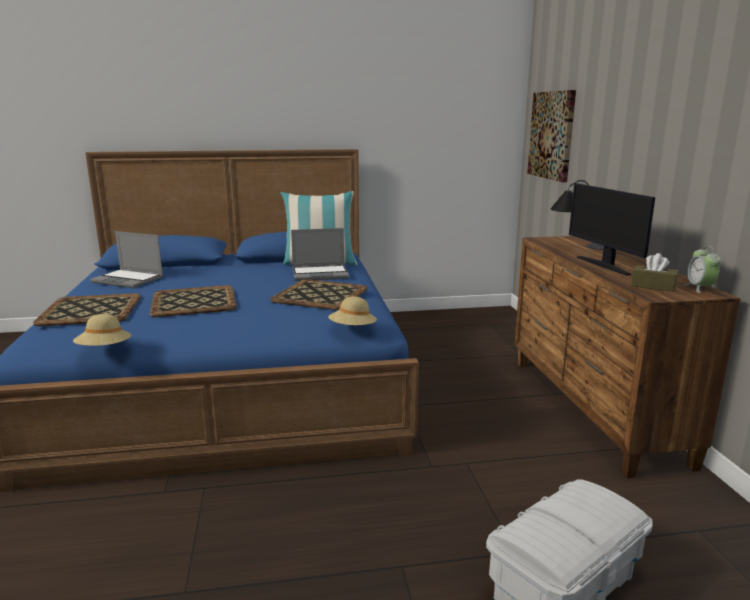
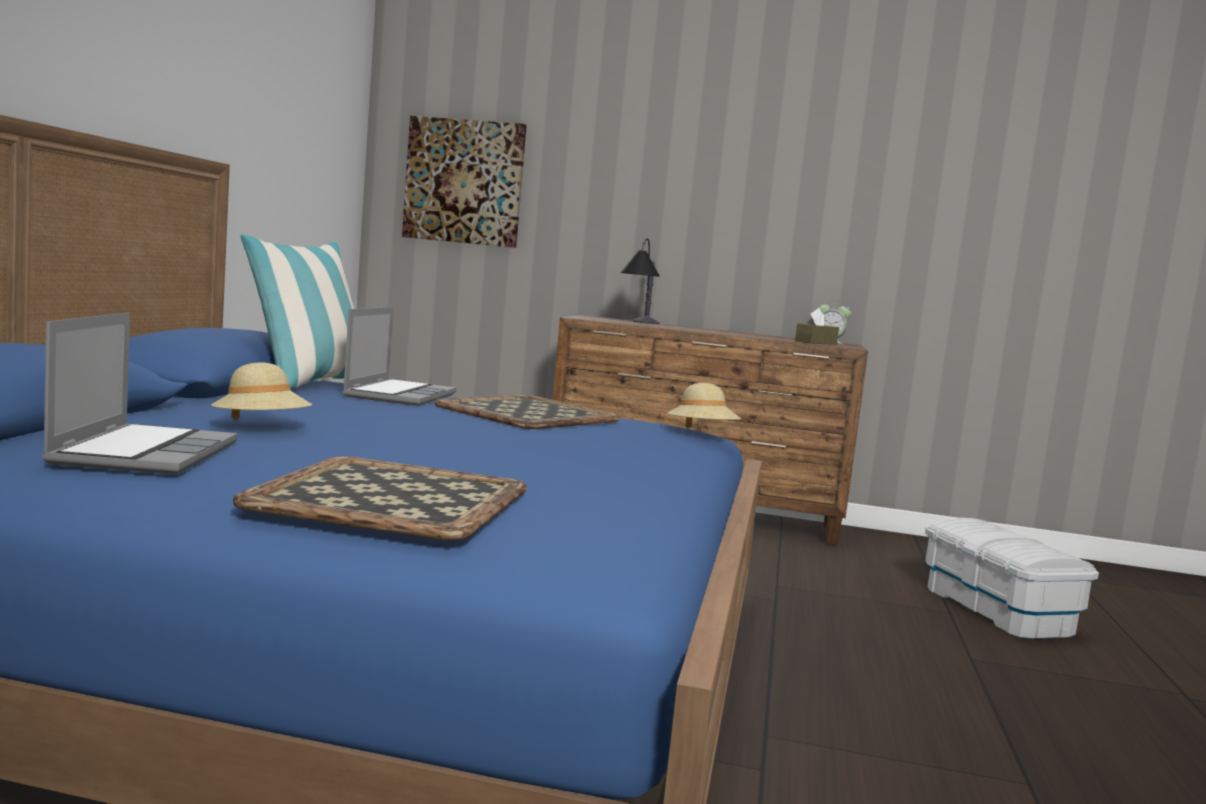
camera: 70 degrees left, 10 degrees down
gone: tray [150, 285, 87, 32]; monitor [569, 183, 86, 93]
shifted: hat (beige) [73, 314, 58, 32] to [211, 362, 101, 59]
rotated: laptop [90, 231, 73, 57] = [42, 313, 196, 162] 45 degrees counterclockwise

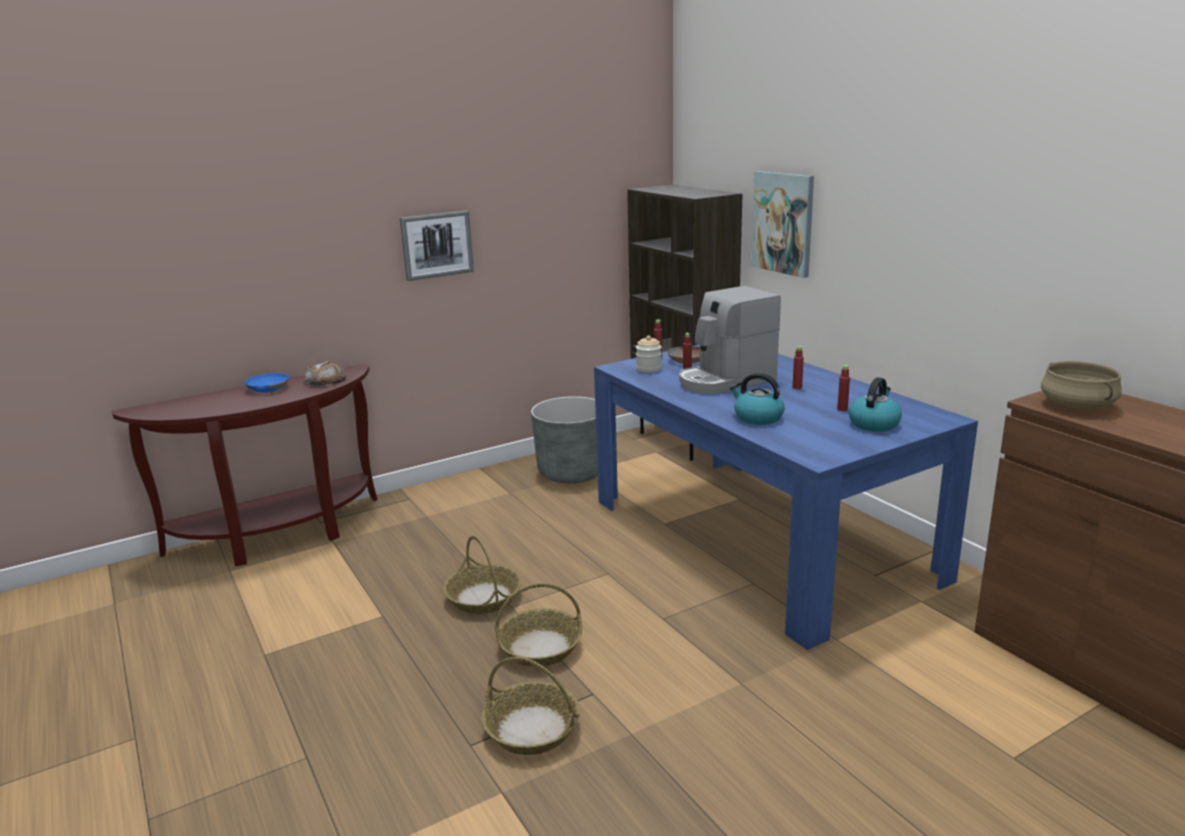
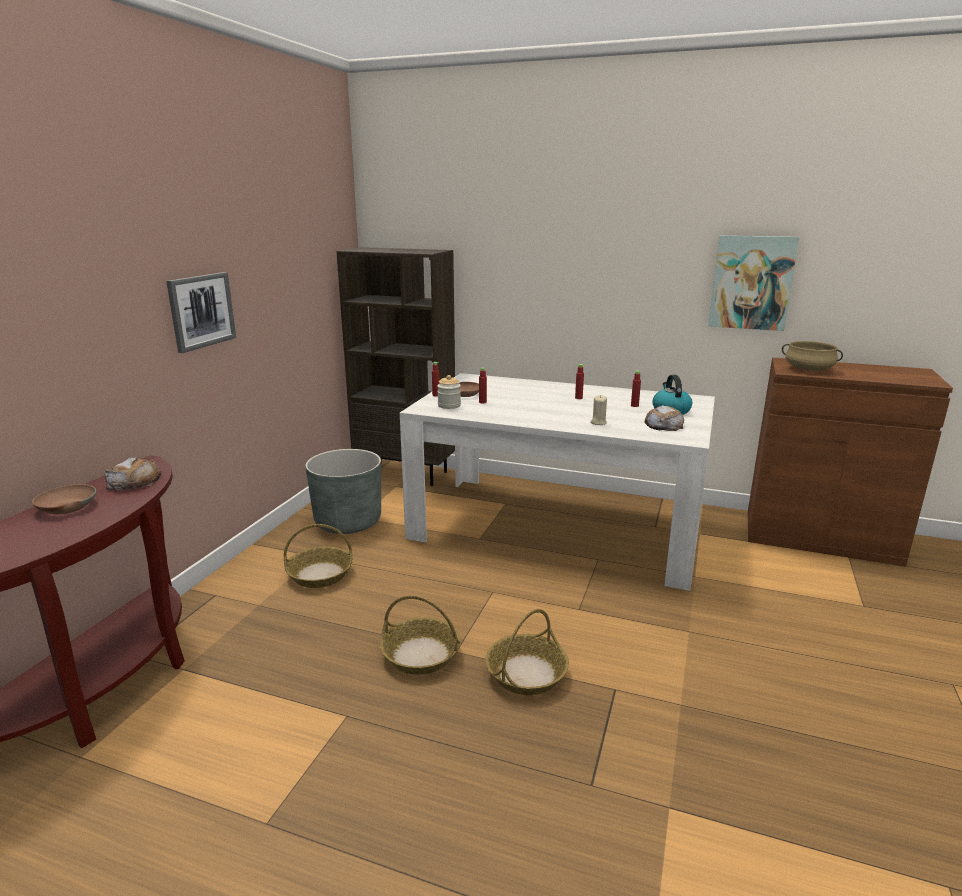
camera: 40 degrees left, 0 degrees up
gone: coffee machine [679, 286, 102, 108]
new: bread [645, 405, 39, 26]
shifted: basket [482, 657, 98, 98] to [284, 524, 69, 64]; picture [751, 171, 63, 107] to [708, 235, 91, 96]
swapped: kettle [730, 373, 54, 52] to candle (beige) [590, 395, 17, 30]
repainted: bowl (blue) [245, 373, 44, 20] to bowl (brown) [32, 484, 65, 30]; dining table (blue) [594, 345, 384, 305] to dining table (white) [400, 373, 315, 218]

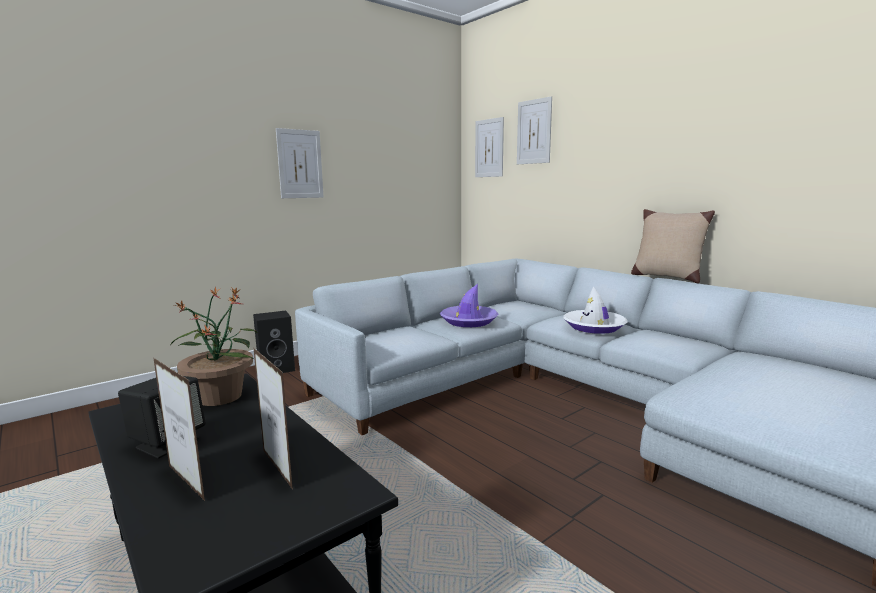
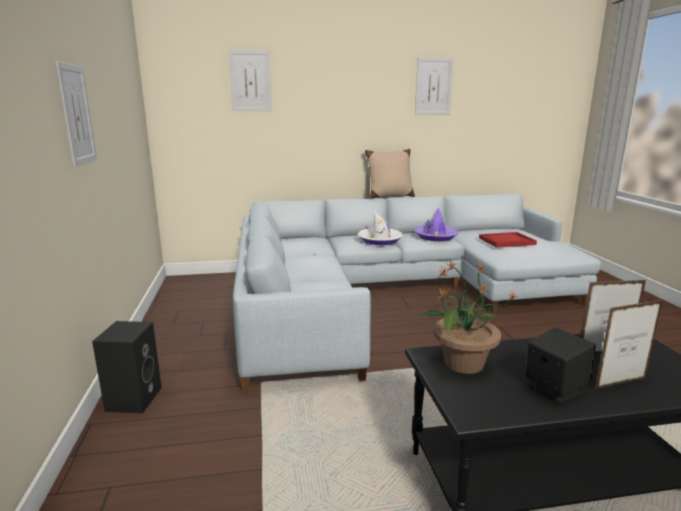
camera: 60 degrees left, 5 degrees up
new: tray (red) [479, 232, 58, 16]
shifted: hat (purple) [440, 284, 58, 43] to [414, 208, 45, 33]; picture [475, 117, 29, 60] to [415, 57, 39, 58]

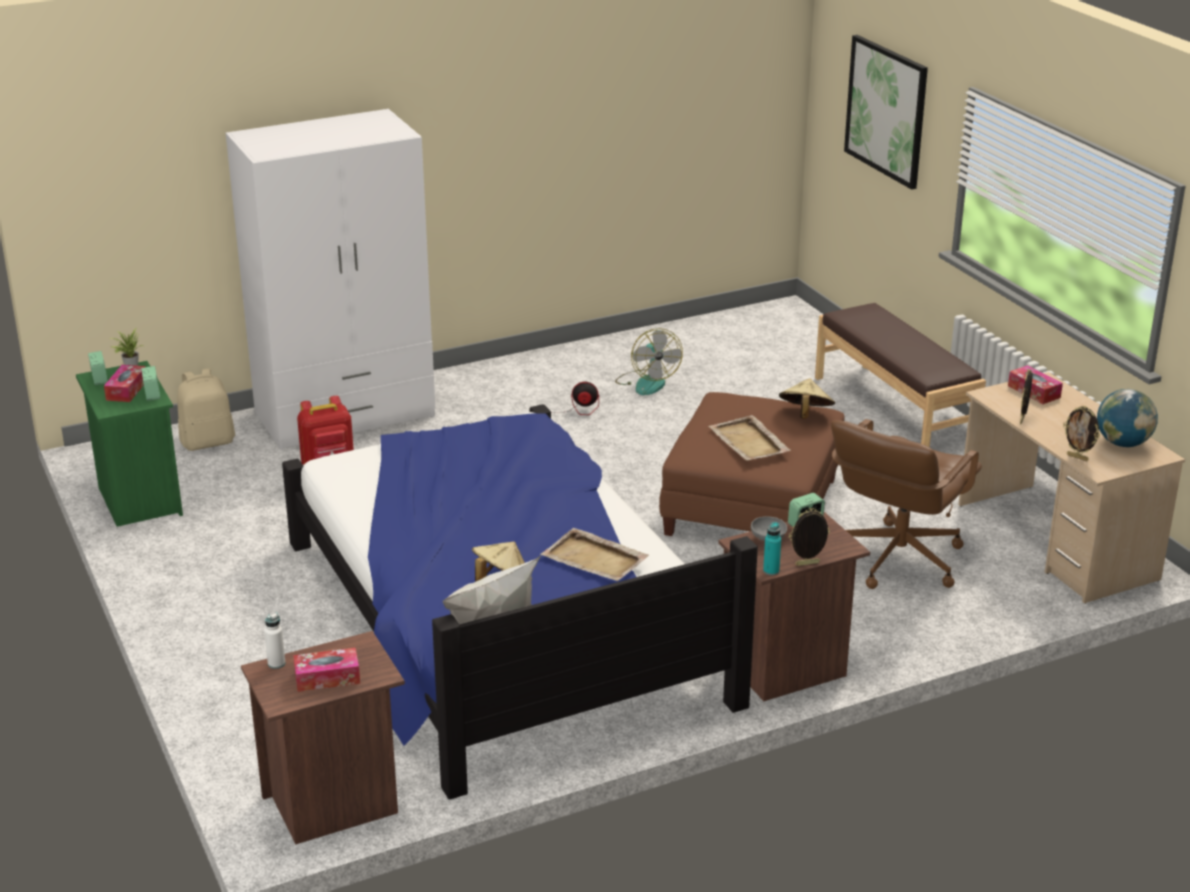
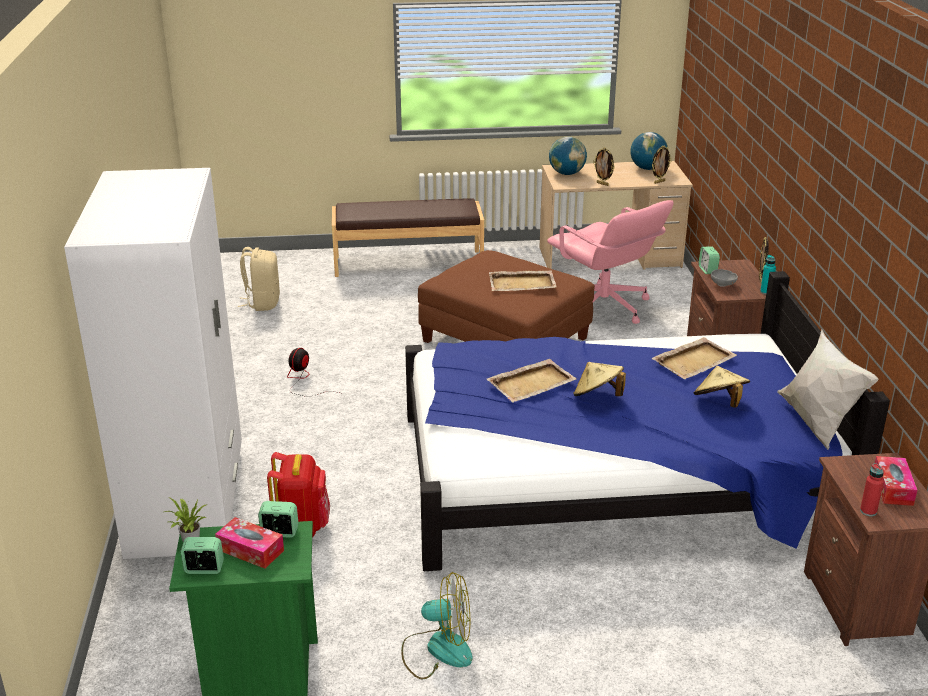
camera: 70 degrees left, 0 degrees up
gone: picture [844, 35, 84, 155]
new: tray (beige) [487, 359, 90, 43]
shifted: backpack (beige) [177, 368, 58, 83] to [238, 247, 42, 64]; fan [615, 328, 68, 67] to [401, 572, 72, 107]; hat (beige) [779, 378, 56, 41] to [574, 362, 52, 34]
swapped: tissue box [1008, 365, 55, 39] to globe [549, 137, 38, 38]
repainted: bottle (white) [264, 612, 22, 57] to bottle (red) [860, 463, 24, 53]; office chair (brown) [831, 419, 151, 170] to office chair (pink) [547, 200, 127, 124]

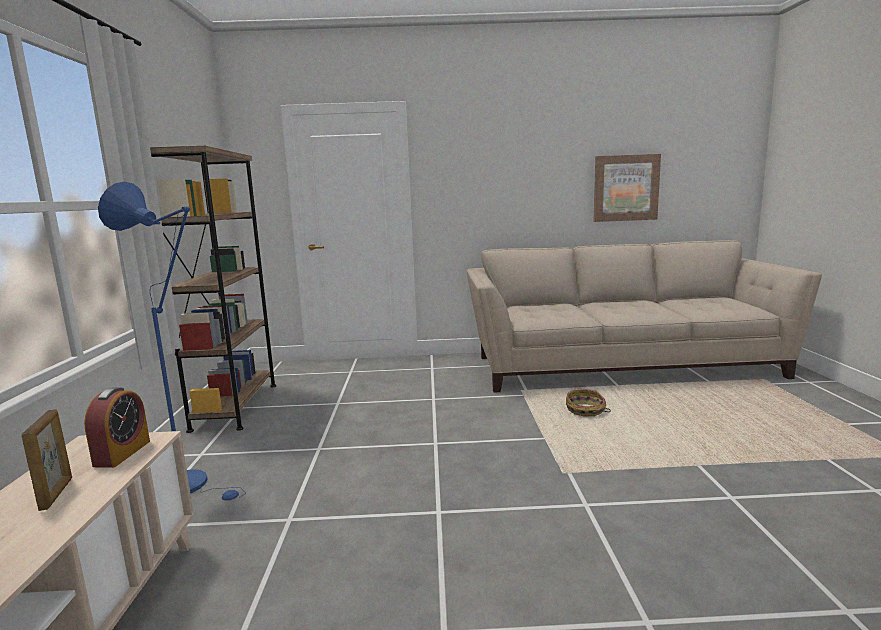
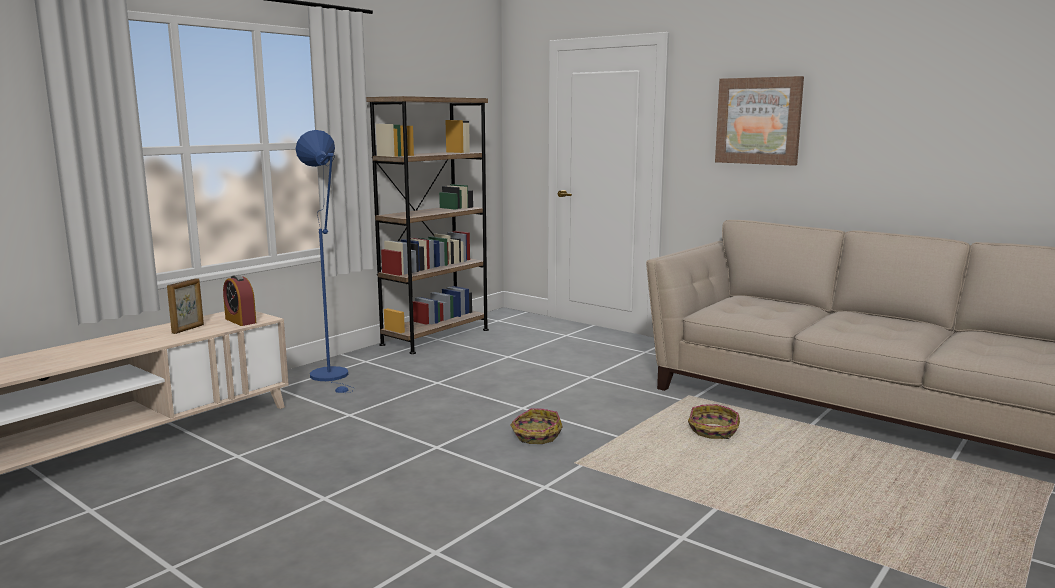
camera: 40 degrees right, 0 degrees up
new: basket [511, 408, 52, 36]
shifted: picture [593, 154, 68, 68] to [715, 76, 89, 90]
rotated: alarm clock [84, 388, 66, 80] = [223, 275, 33, 51] 90 degrees clockwise

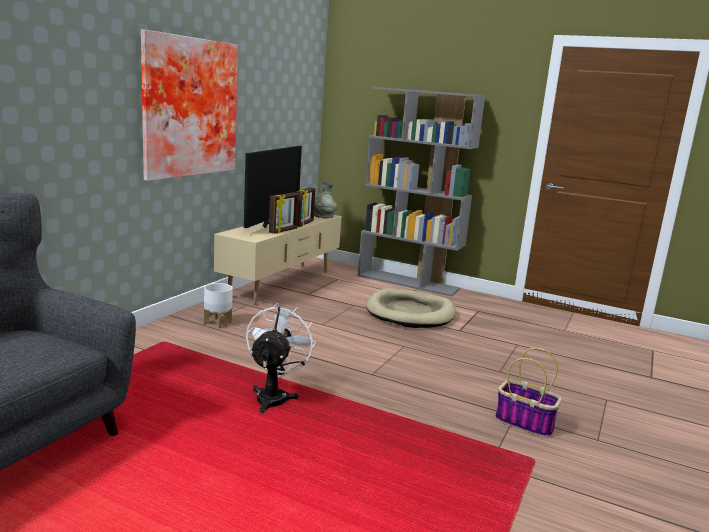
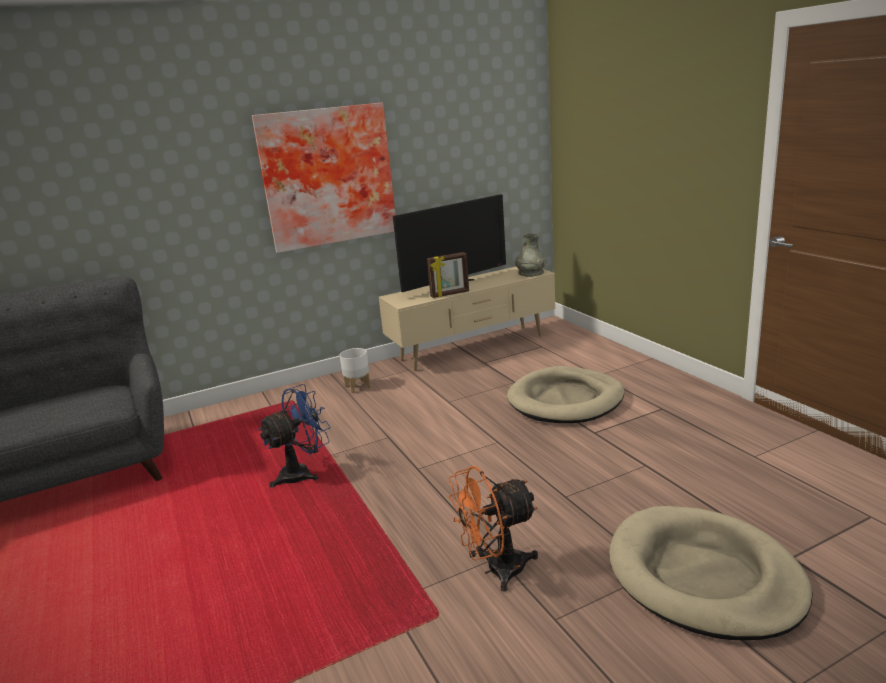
camera: 40 degrees right, 5 degrees up
gone: picture frame [296, 187, 19, 40]; bookcase (grey) [358, 87, 127, 210]
new: dog bed (beige) [609, 506, 204, 134]
swapped: basket [495, 348, 66, 90] to fan (orange) [448, 466, 90, 126]
repainted: fan (white) [246, 303, 70, 110] to fan (blue) [259, 384, 71, 104]

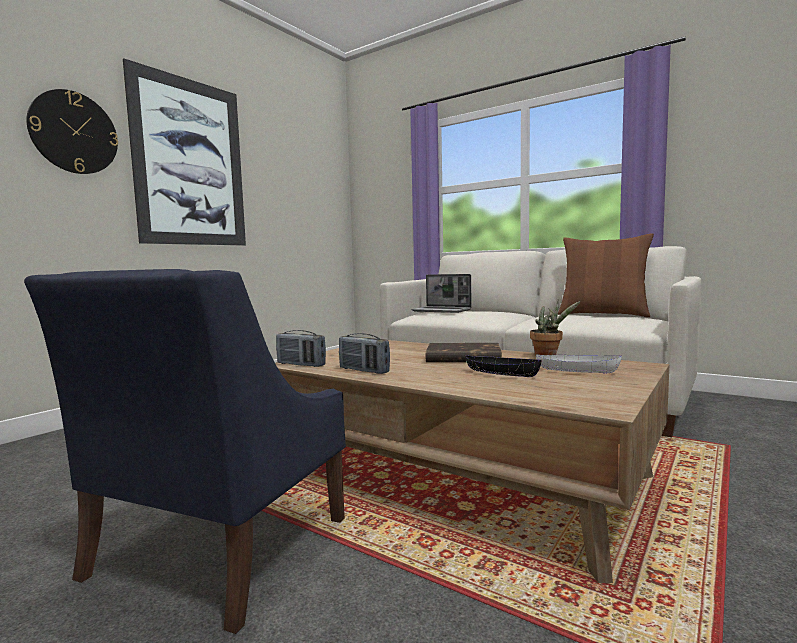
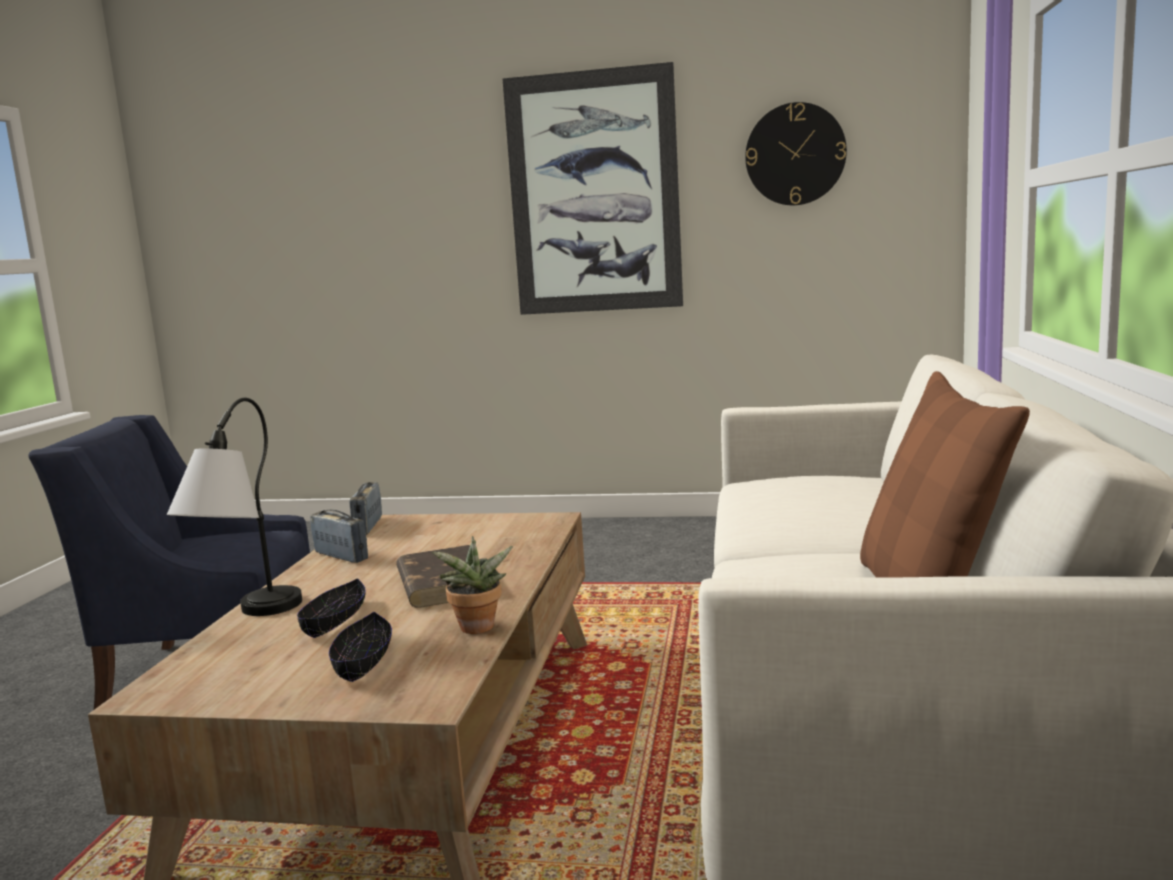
camera: 65 degrees right, 5 degrees up
gone: laptop [412, 274, 59, 39]
new: table lamp [167, 398, 135, 218]
shifted: wall clock [26, 89, 92, 85] to [745, 102, 102, 103]
repainted: bowl (white) [536, 354, 86, 19] to bowl (black) [329, 612, 63, 70]
rotated: radio [339, 333, 51, 41] = [310, 510, 58, 53] 120 degrees clockwise

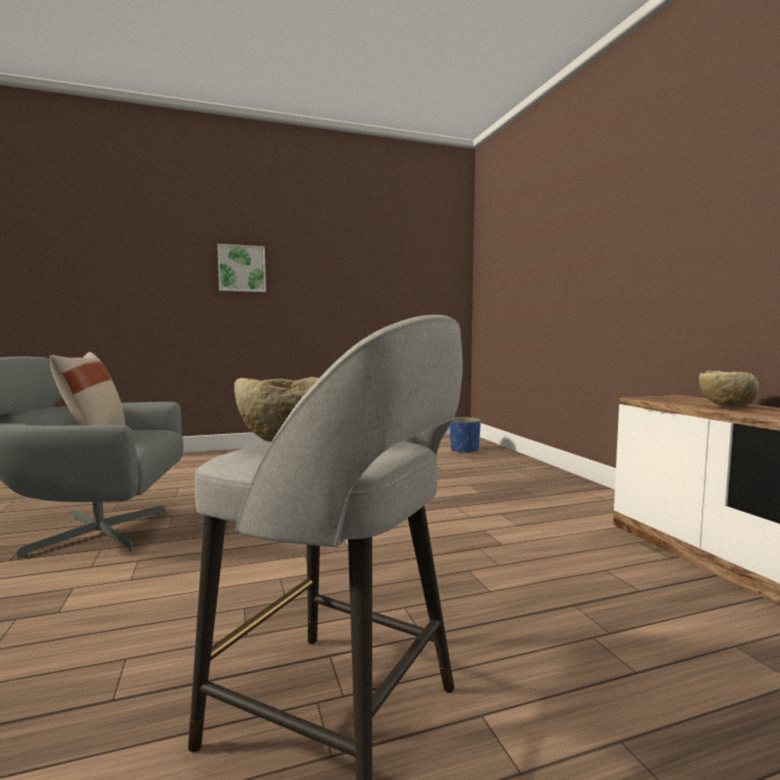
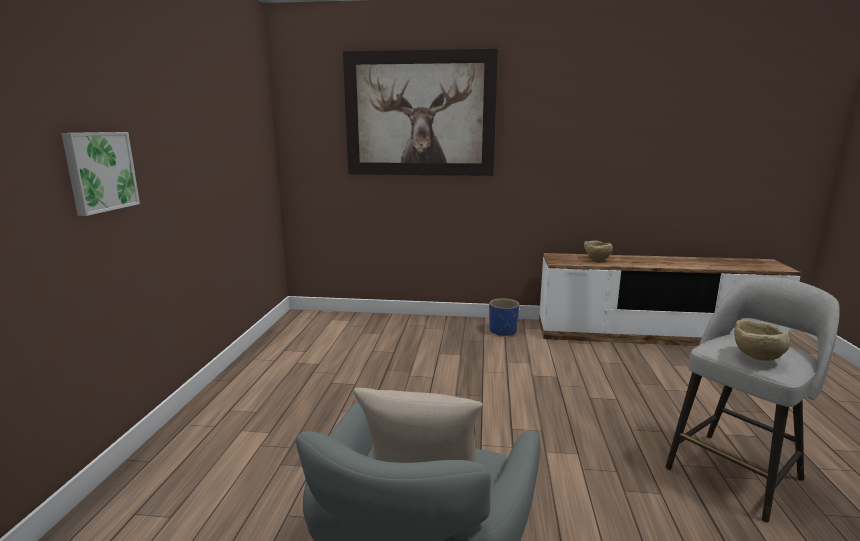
camera: 65 degrees left, 10 degrees up
new: picture [343, 49, 155, 127]
shifted: planter (blue) [450, 417, 31, 37] to [489, 298, 30, 39]

